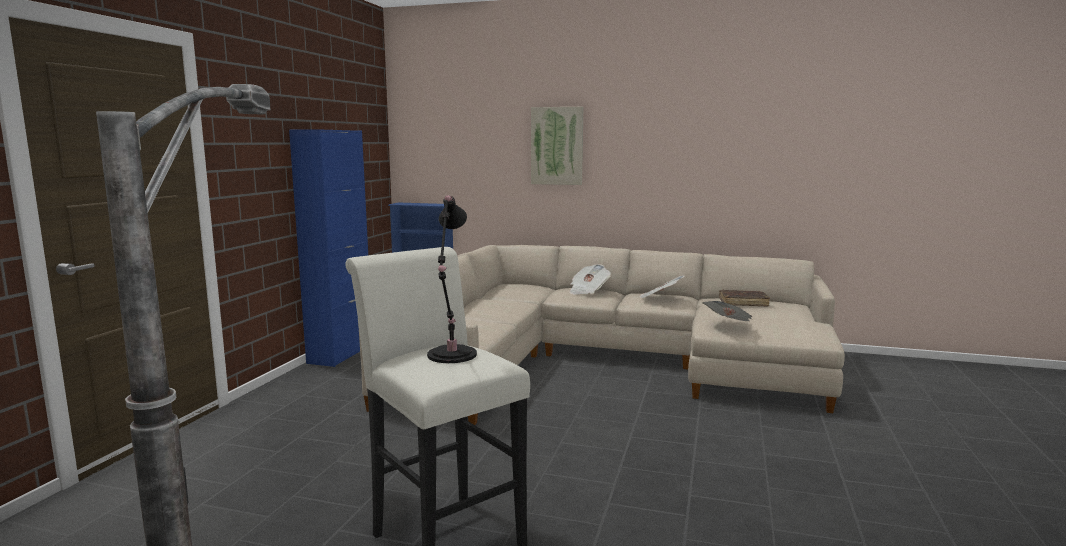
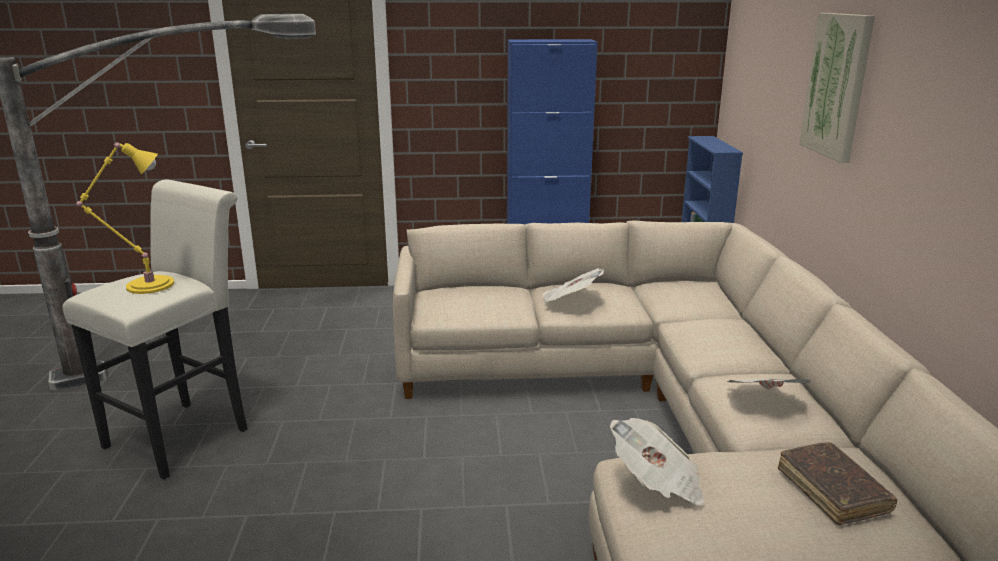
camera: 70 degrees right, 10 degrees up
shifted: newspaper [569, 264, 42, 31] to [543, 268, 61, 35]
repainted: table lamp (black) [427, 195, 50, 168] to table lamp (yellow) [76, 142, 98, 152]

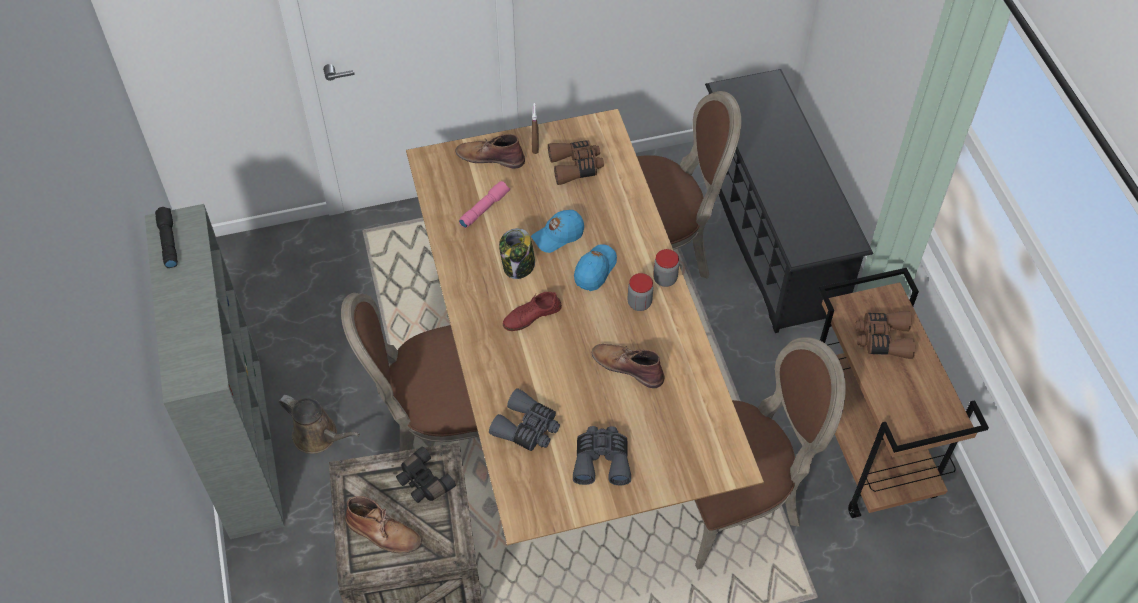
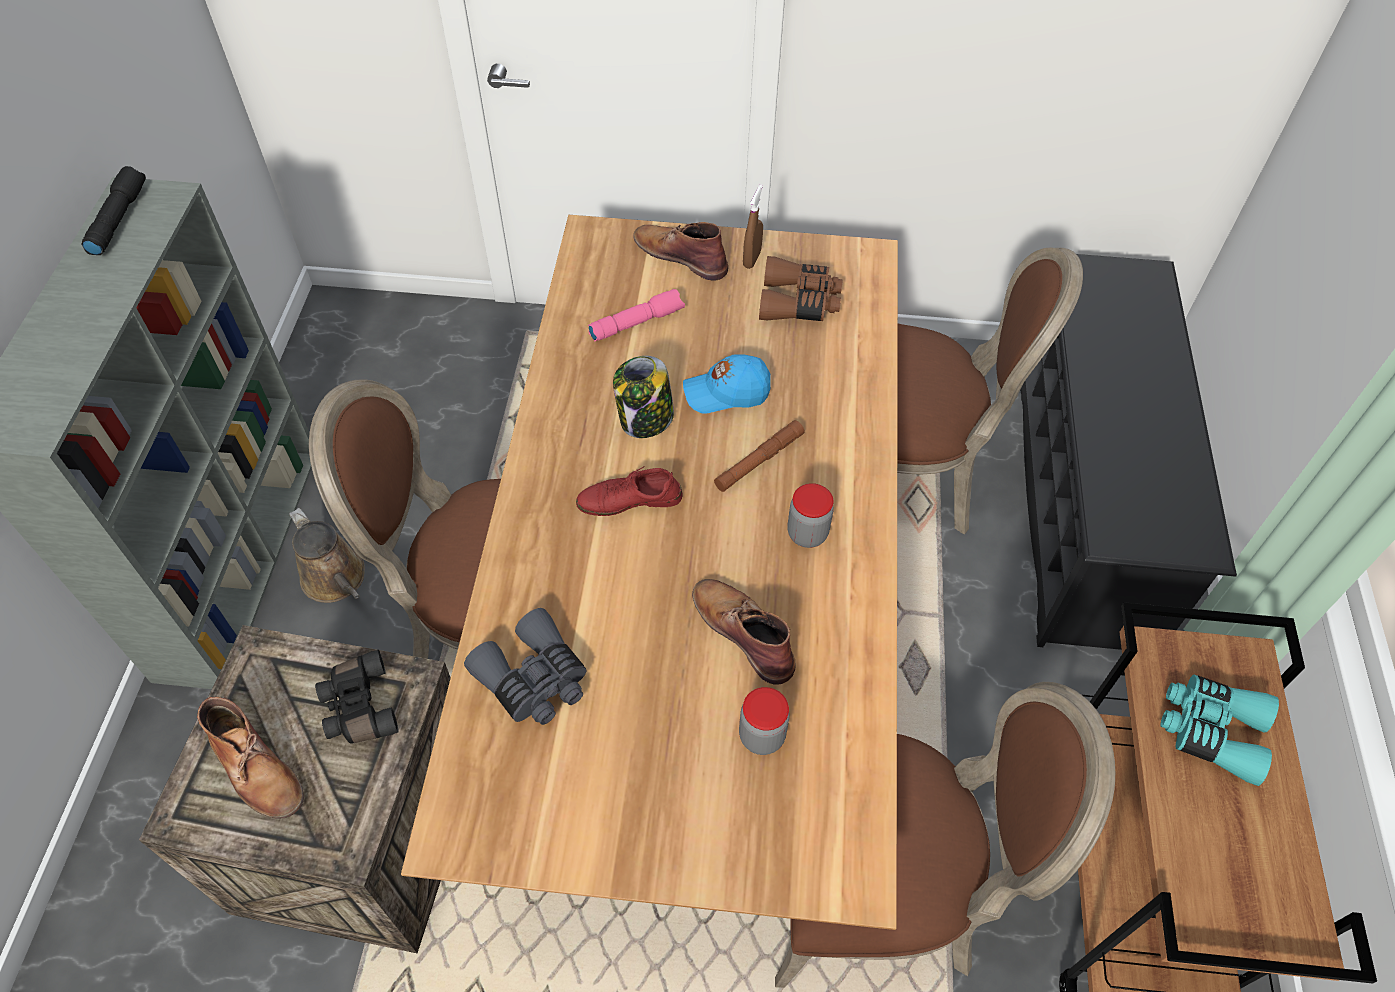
camera: 20 degrees right, 0 degrees up
gone: binoculars (grey) [573, 426, 58, 59]
shifted: jar [653, 249, 26, 38] to [739, 687, 51, 68]
swapped: cap (blue) [574, 245, 43, 46] to flashlight (brown) [714, 420, 91, 72]
repainted: binoculars (brown) [855, 311, 60, 48] to binoculars (turquoise) [1160, 675, 119, 111]

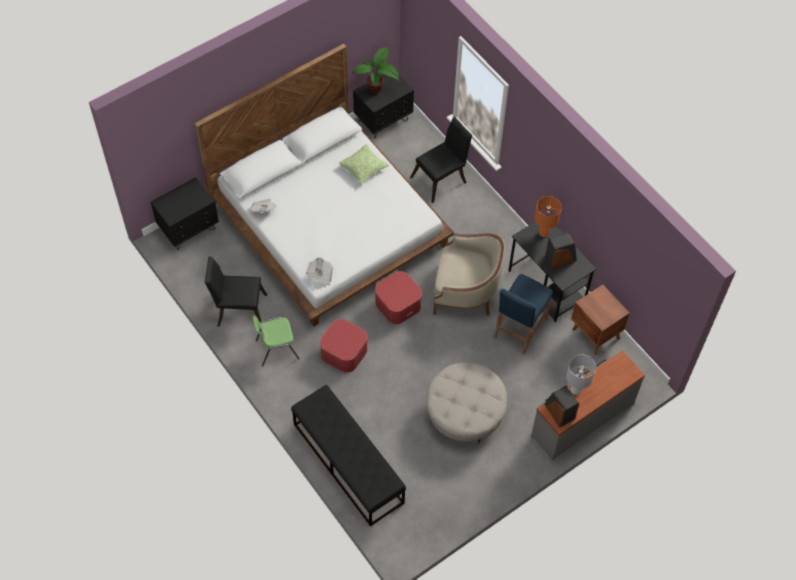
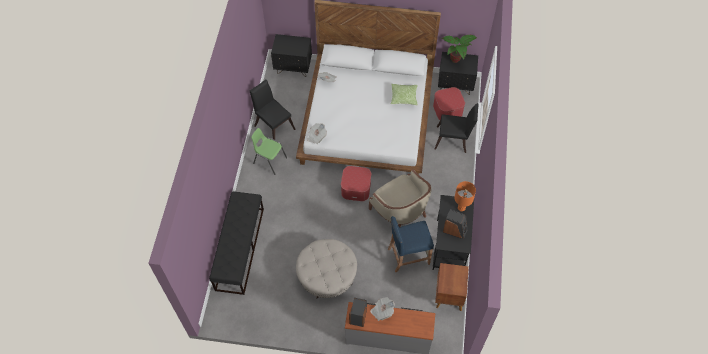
camera: 45 degrees right, 0 degrees up
shifted: ottoman [320, 319, 48, 54] to [433, 87, 32, 33]
swapped: table lamp (grey) [566, 355, 30, 39] to newspaper [370, 297, 25, 24]

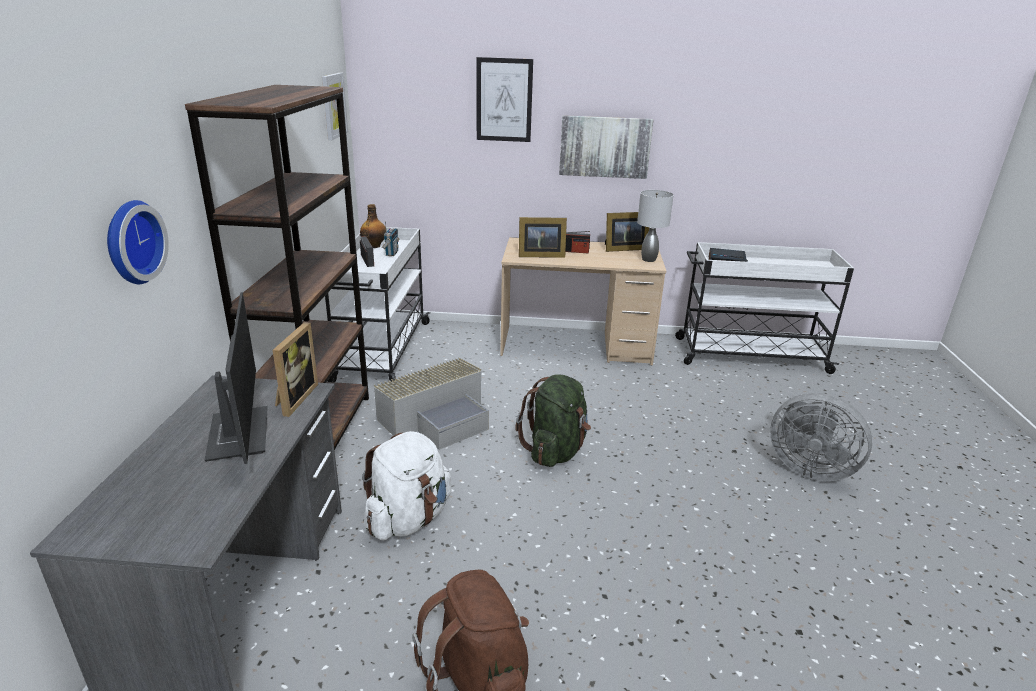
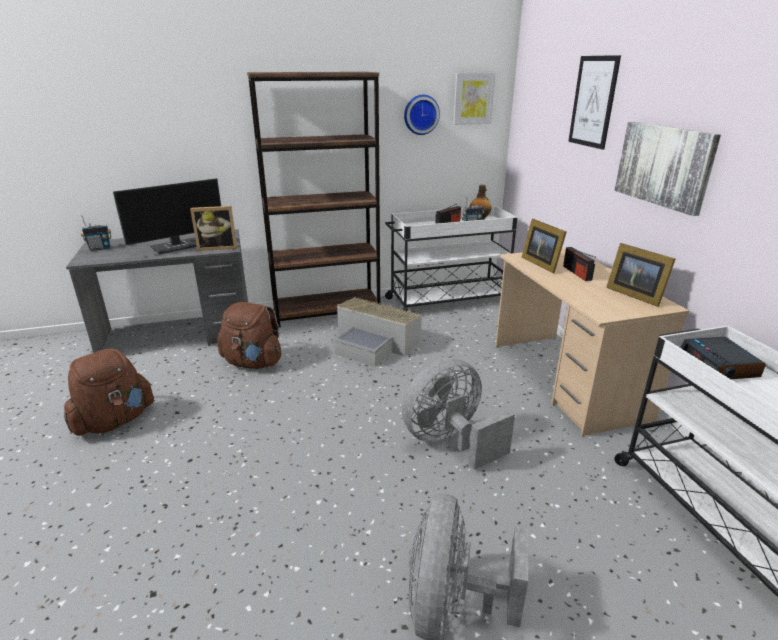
camera: 70 degrees right, 0 degrees up
gone: backpack (green) [516, 374, 75, 93]; table lamp (grey) [637, 190, 37, 72]
new: radio [80, 215, 31, 36]; fan (grey) [402, 358, 113, 112]
shifted: wall clock [107, 200, 62, 84] to [404, 95, 36, 40]
repainted: backpack (white) [362, 431, 90, 109] to backpack (brown) [217, 302, 64, 67]

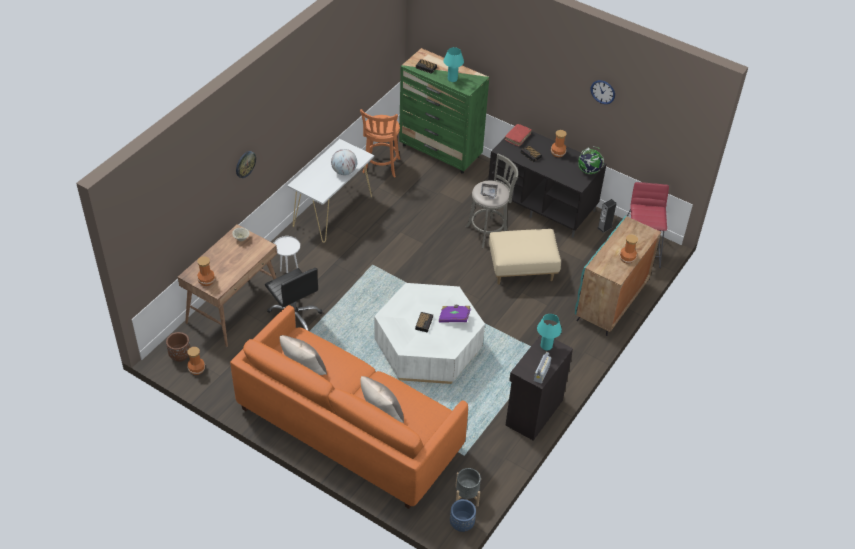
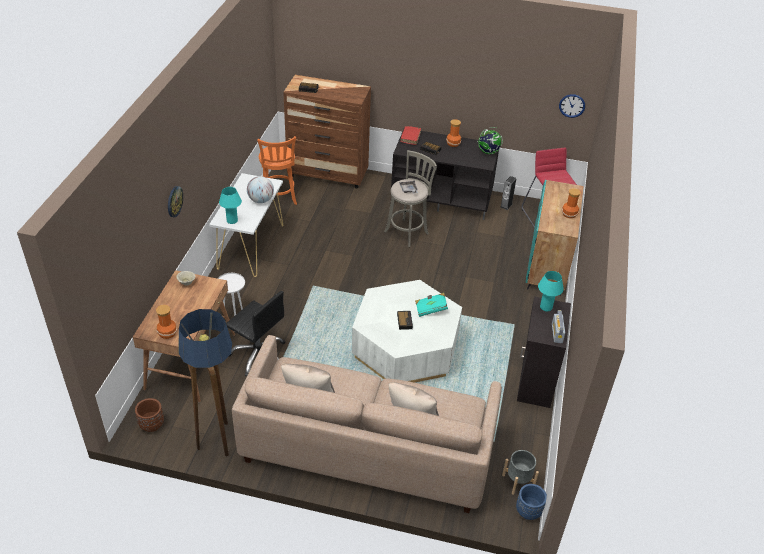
camera: 20 degrees left, 5 degrees down
gone: vase [187, 347, 18, 28]; ottoman (beige) [489, 229, 72, 56]
new: floor lamp [178, 309, 54, 148]
shifted: table lamp (turquoise) [443, 47, 21, 35] to [219, 187, 23, 37]; wall clock [591, 80, 24, 24] to [559, 94, 26, 24]
repainted: sofa (orange) [230, 305, 238, 204] to sofa (beige) [232, 335, 270, 178]; dresser (green) [399, 48, 90, 126] to dresser (brown) [283, 75, 88, 114]; book (purple) [439, 305, 32, 17] to book (turquoise) [415, 293, 33, 24]

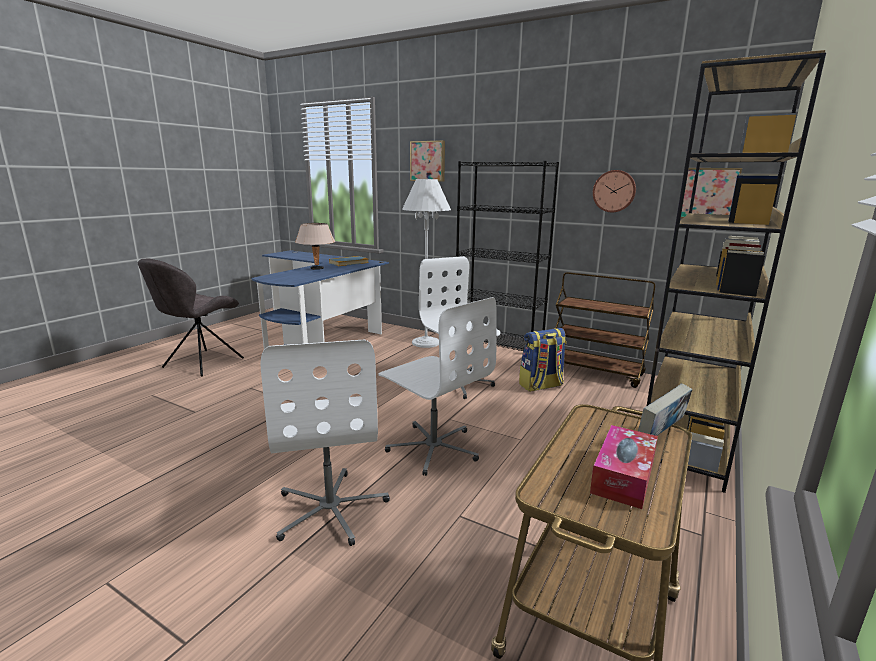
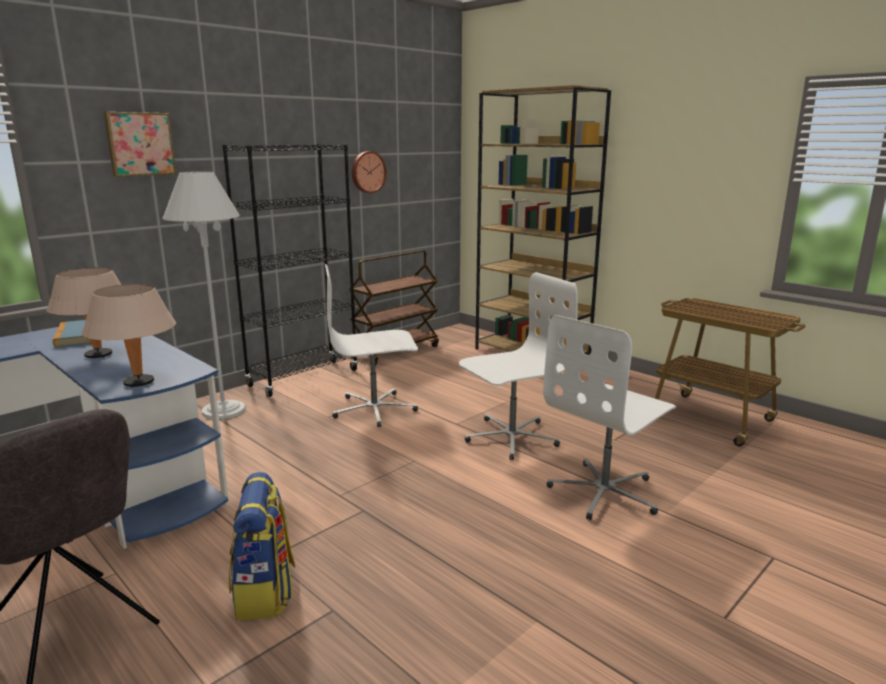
camera: 75 degrees left, 0 degrees up
gone: tissue box [590, 425, 68, 84]; book [638, 383, 55, 53]; picture [681, 168, 61, 51]
new: table lamp (beige) [82, 284, 94, 103]
shifted: backpack [519, 328, 48, 64] to [229, 472, 66, 149]
rotated: office chair (white) [261, 339, 129, 207] = [543, 315, 133, 205] 135 degrees clockwise

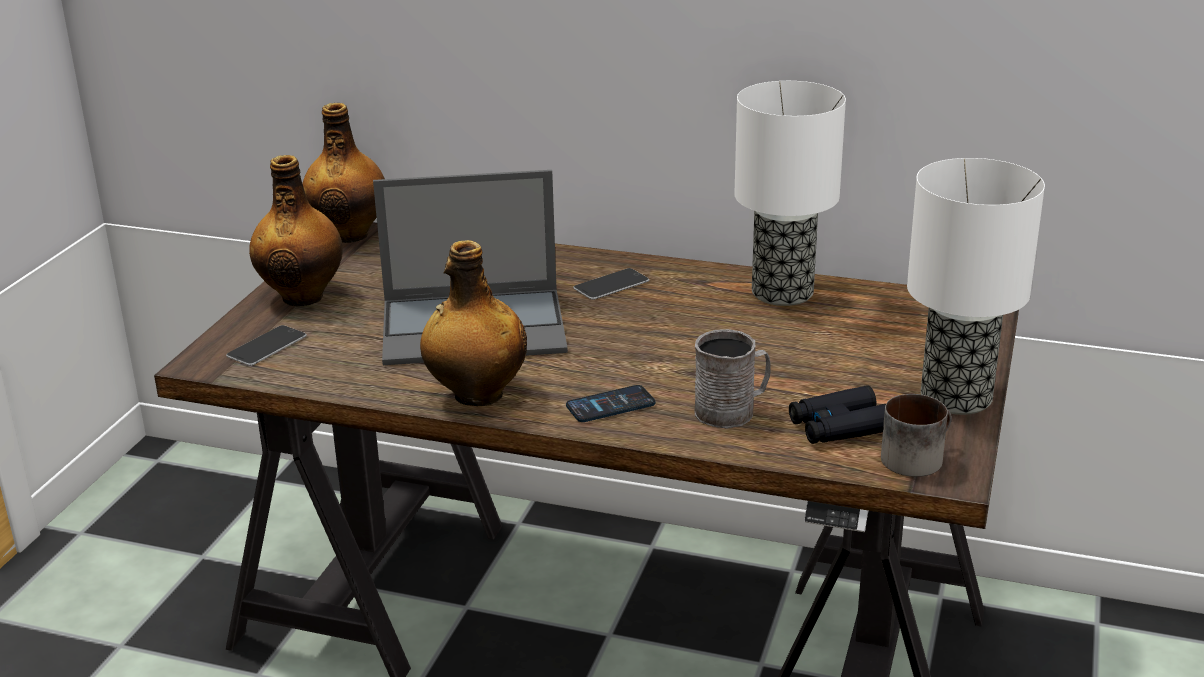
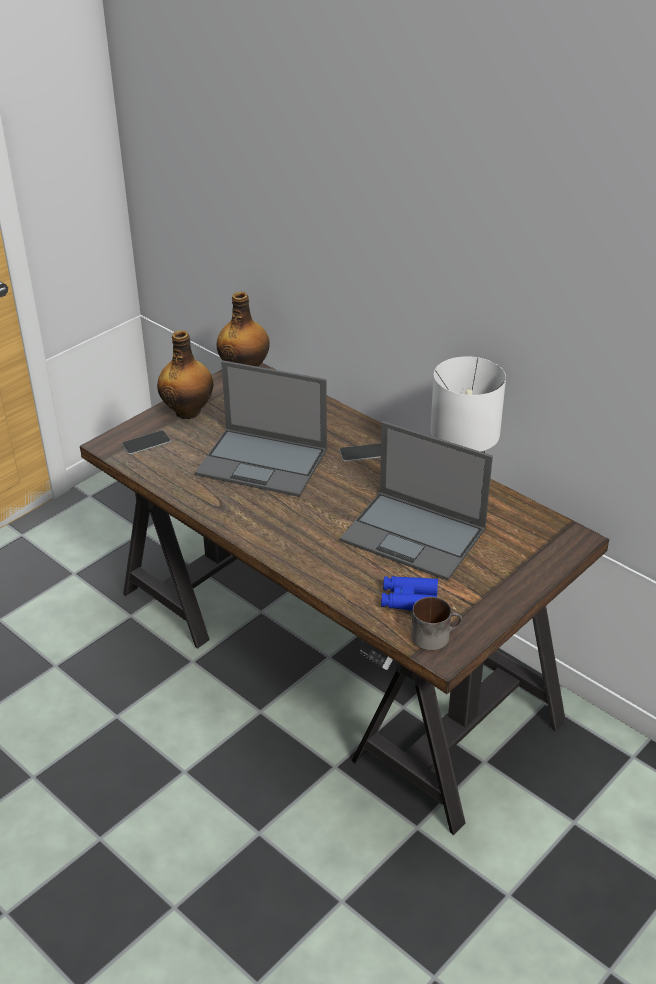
camera: 25 degrees right, 10 degrees up
gone: bottle [420, 240, 107, 166]; phone [566, 385, 89, 37]; mug (grey) [695, 329, 75, 100]; table lamp [907, 158, 138, 257]
new: laptop [340, 421, 153, 160]
repainted: binoculars (black) [789, 386, 97, 58] to binoculars (blue) [381, 576, 57, 35]

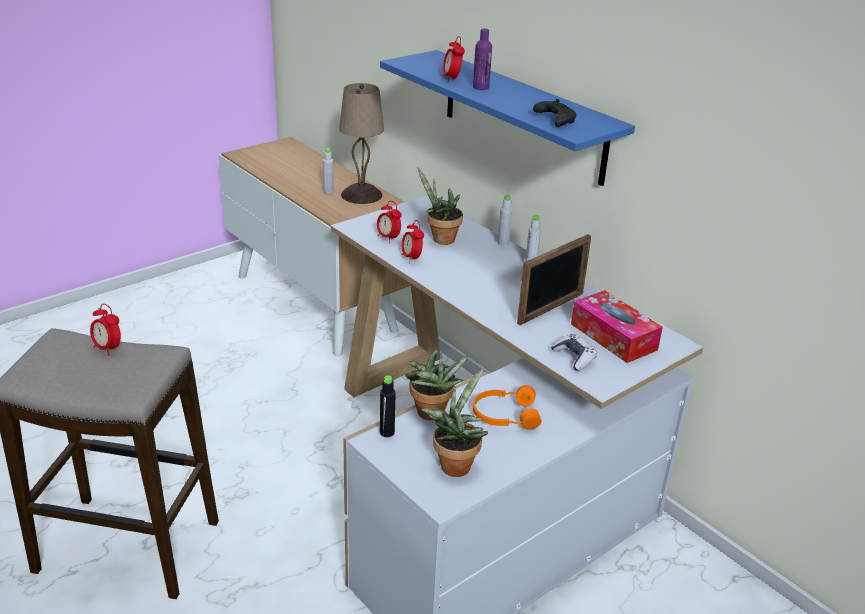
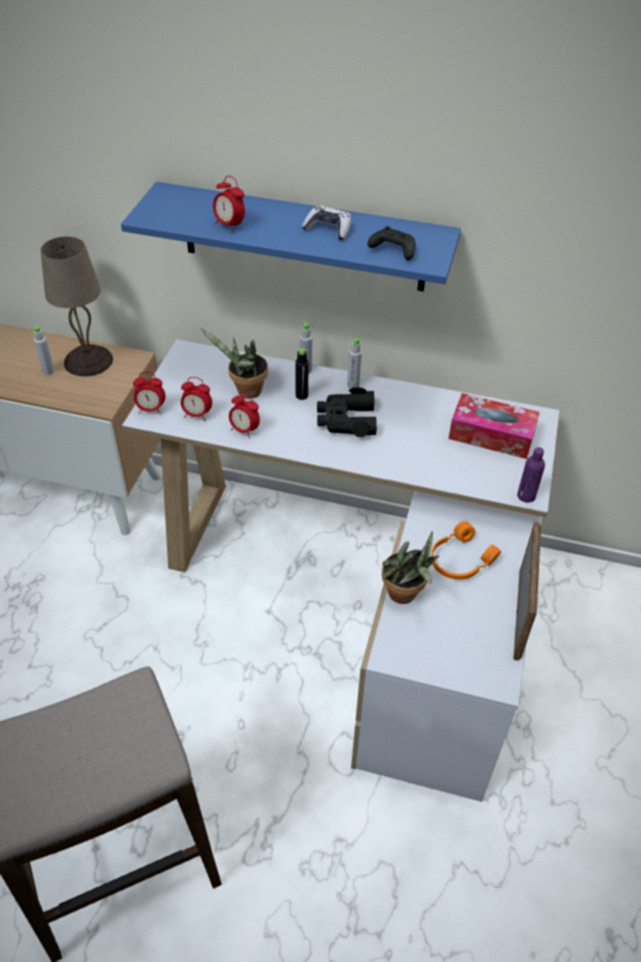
camera: 35 degrees left, 15 degrees up
gone: potted plant [421, 367, 67, 110]
new: binoculars (black) [317, 387, 60, 50]
shifted: alarm clock [90, 304, 31, 52] to [133, 372, 32, 42]; bottle (black) [380, 376, 16, 61] to [295, 348, 13, 52]; bottle (purple) [473, 28, 19, 62] to [517, 447, 28, 56]; picture frame [517, 234, 74, 91] to [513, 522, 28, 139]; game controller [551, 334, 46, 37] to [302, 205, 49, 35]

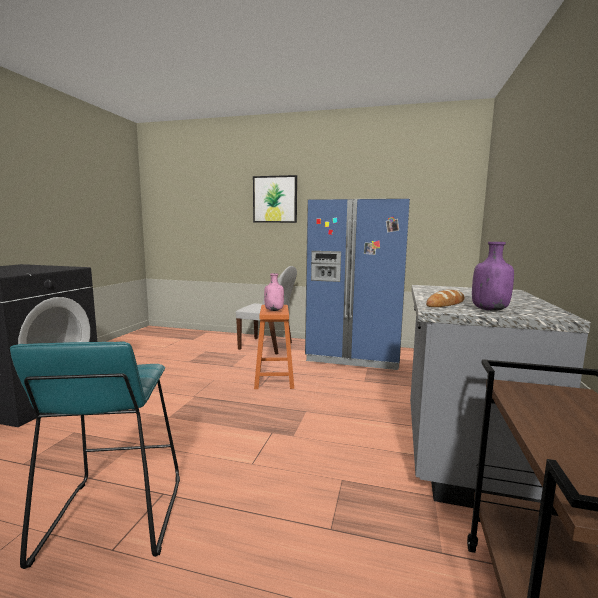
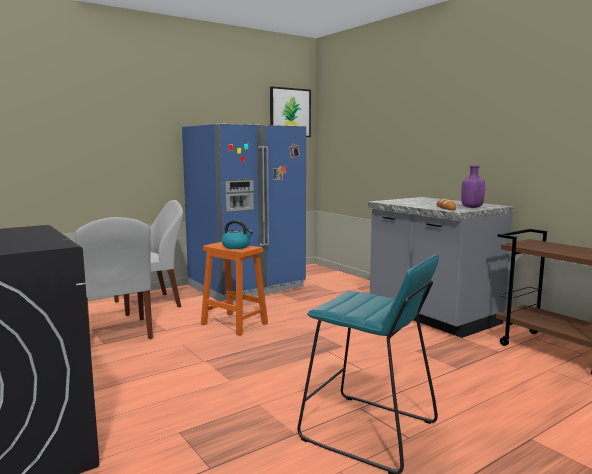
camera: 50 degrees left, 0 degrees up
new: chair (white) [75, 217, 78, 130]
shifted: picture [253, 175, 44, 48] to [270, 86, 41, 51]
swapped: bottle (pink) [264, 273, 20, 38] to kettle [222, 220, 31, 29]

